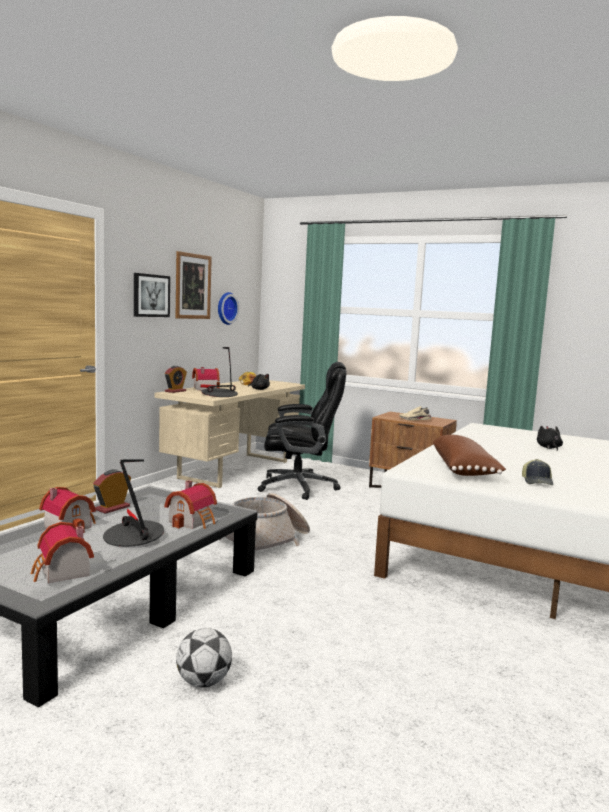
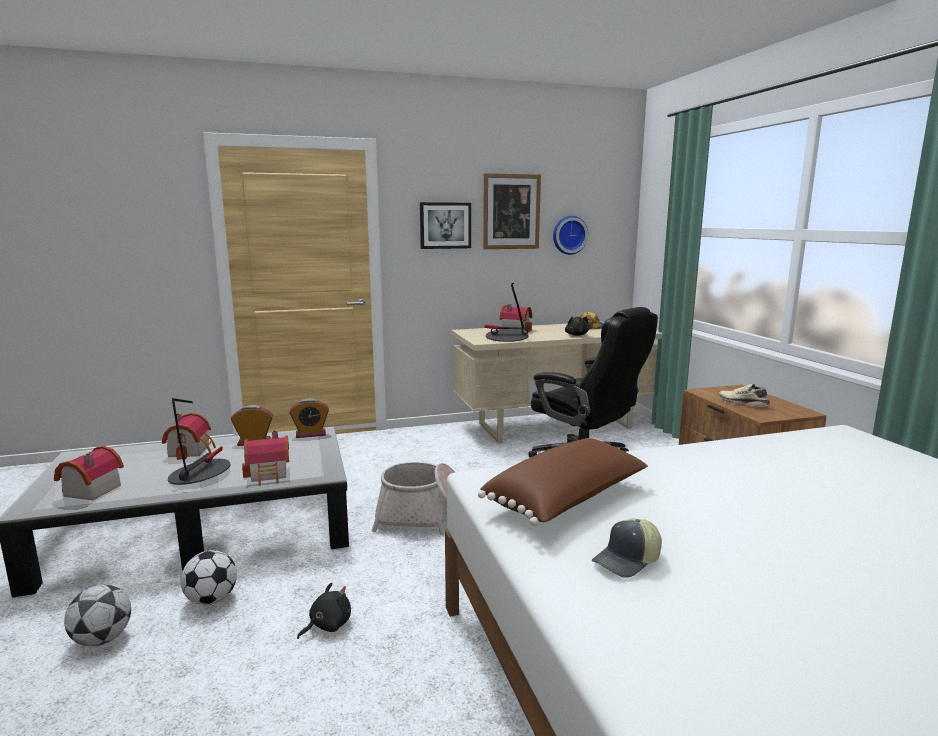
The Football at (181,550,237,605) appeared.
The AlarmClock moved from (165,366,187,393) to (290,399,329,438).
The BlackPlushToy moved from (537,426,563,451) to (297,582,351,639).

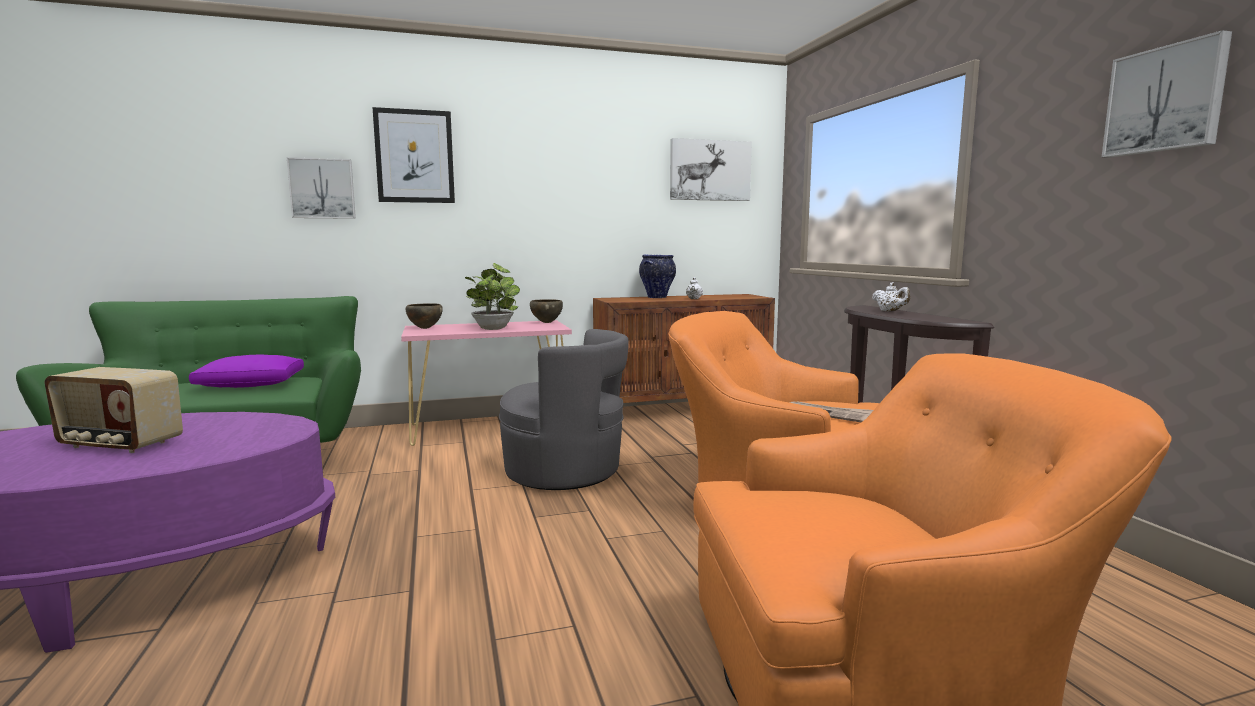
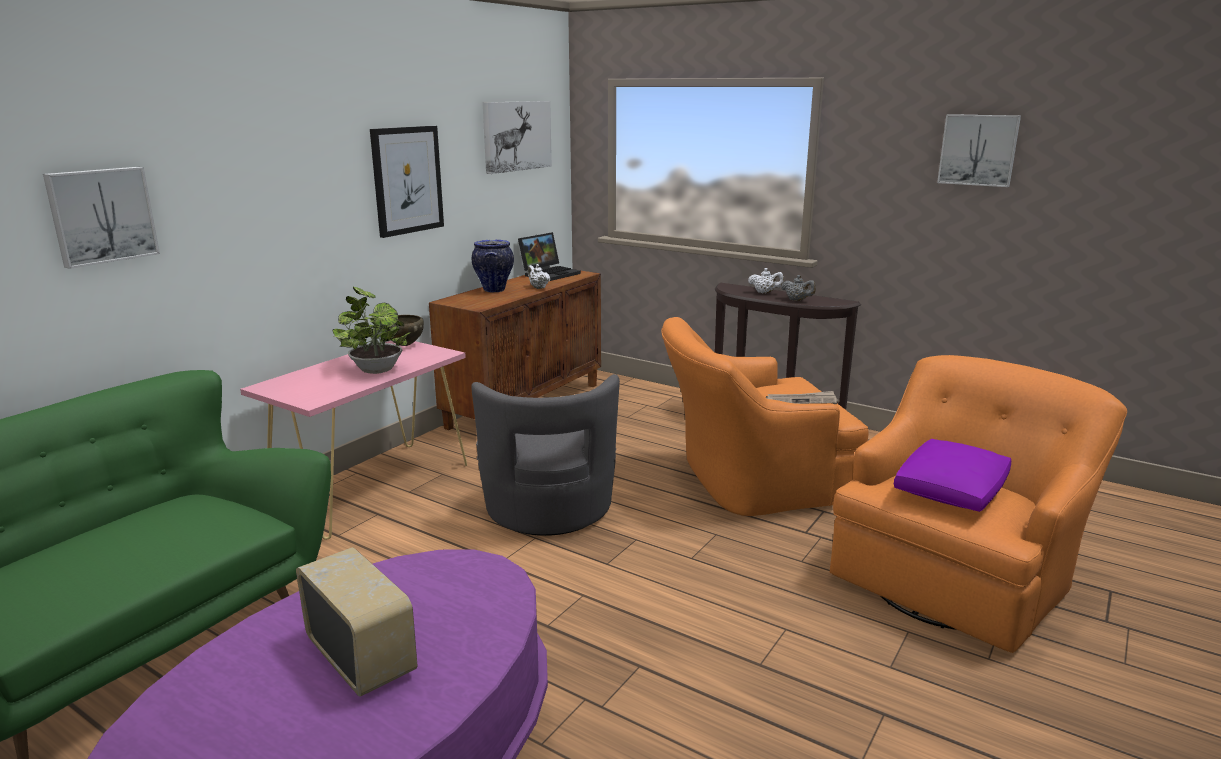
The Radio at (44,367,183,453) turned 105 degrees counterclockwise.
The Picture moved from (372,107,455,203) to (370,126,444,238).
The GreyArmchair at (499,329,629,490) turned 105 degrees clockwise.
The Laptop at (518,232,581,281) appeared.
The GreyTeapot at (781,275,816,301) appeared.
The PurplePillow moved from (189,355,304,388) to (894,439,1011,512).
The BrownBowl at (406,303,443,329) disappeared.

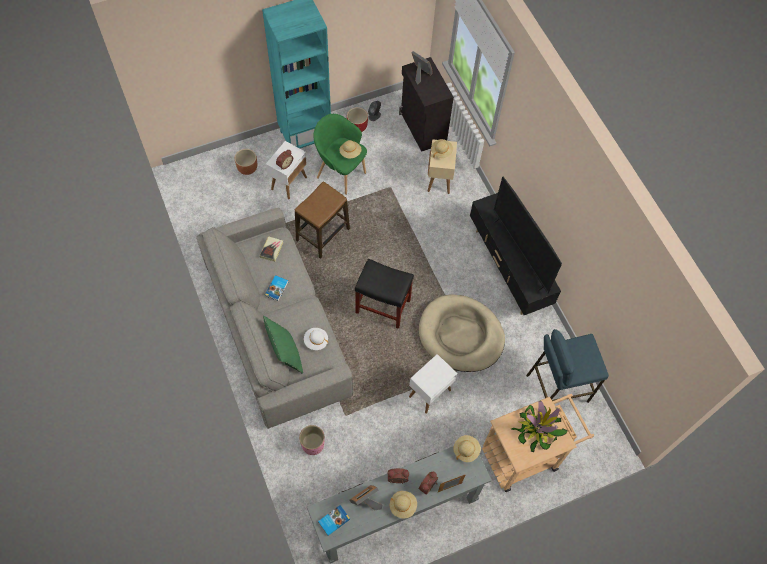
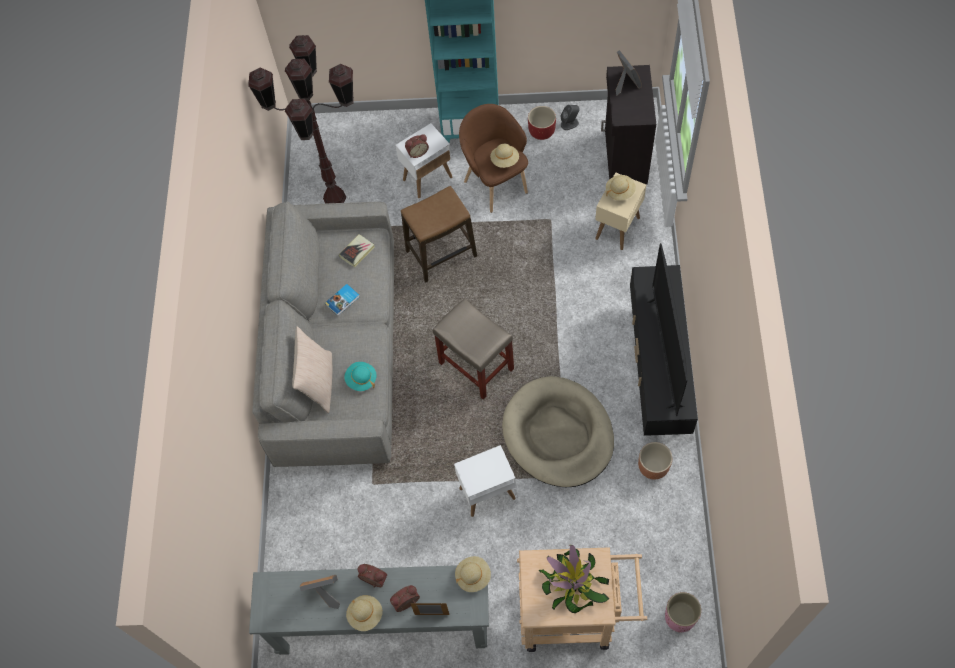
The BrownFloorLamp at (248,35,354,204) appeared.
The GreenPillow at (263,316,303,374) became the BeigePillow at (292,326,332,413).
The WhiteHat at (304,328,328,350) became the TurquoiseHat at (344,362,377,391).
The BlackStool at (355,259,414,329) became the BeigeStool at (433,298,514,400).
The GreenArmchair at (313,114,367,195) became the BrownArmchair at (459,104,528,213).
The BrownPlanter moved from (235,149,257,175) to (638,442,672,480).
The PinkPlanter moved from (299,425,325,455) to (665,592,701,632).
The Book at (318,505,350,536) disappeared.
The BlueStool at (526,329,609,403) disappeared.

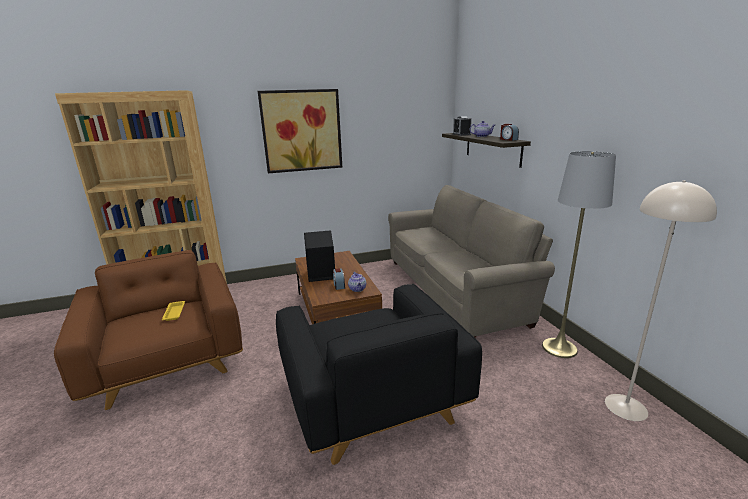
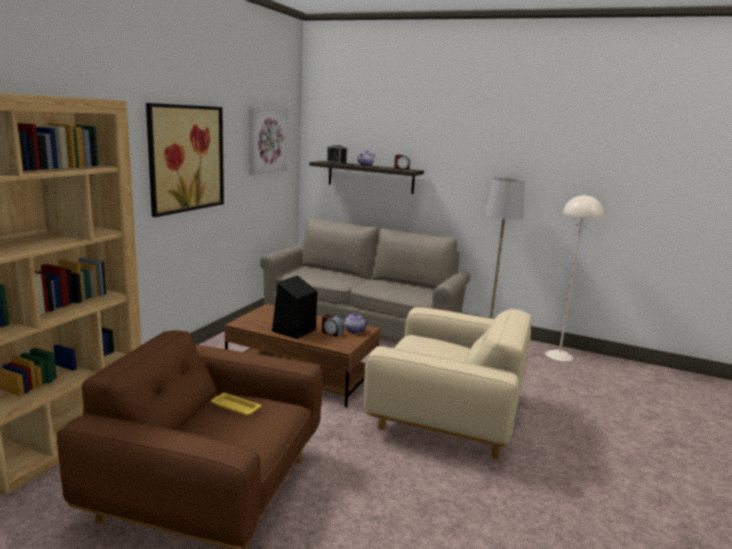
The Picture at (249,106,288,175) appeared.
The BlackArmchair at (276,284,482,465) became the BeigeArmchair at (363,307,531,459).

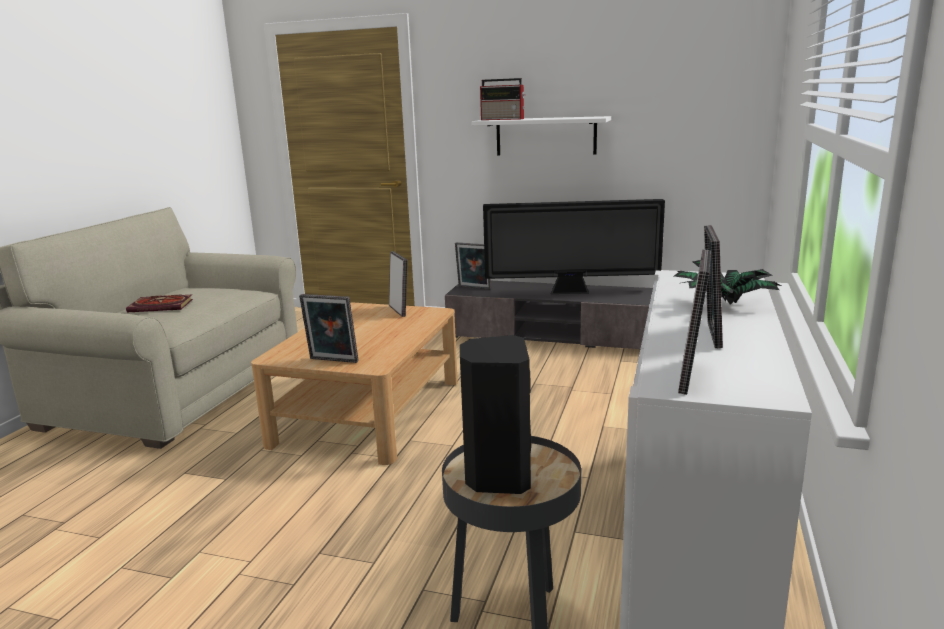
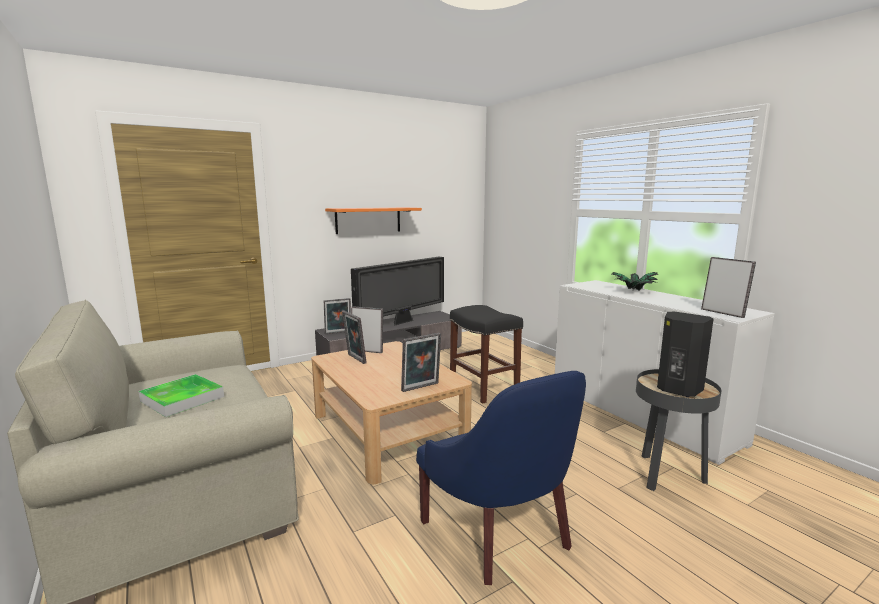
The Book at (126,295,193,312) was replaced by the Tray at (139,374,224,417).
The WhiteShelf at (471,116,611,155) became the OrangeShelf at (325,207,422,234).
The PictureFrame moved from (704,225,723,348) to (342,311,367,364).
The BlueArmchair at (416,371,586,585) appeared.
The BlackStool at (450,305,523,404) appeared.
The Radio at (480,78,524,120) disappeared.

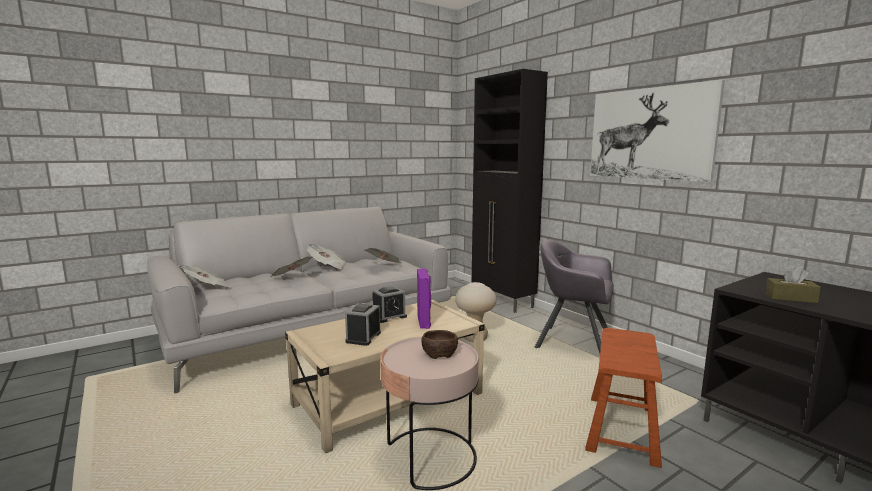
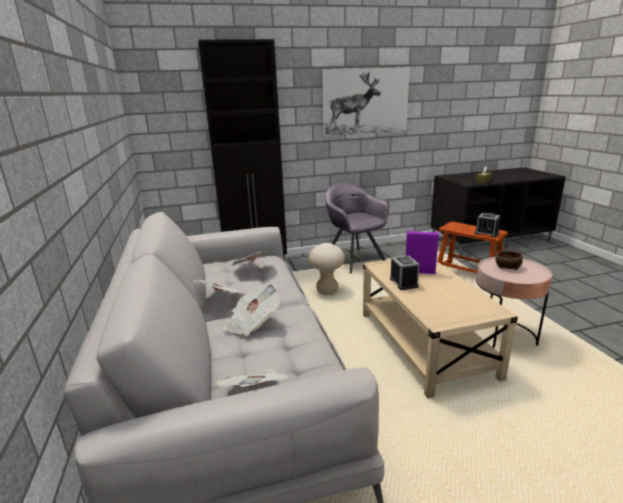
The GreyArmchair at (534,239,614,353) turned 105 degrees clockwise.
The AlarmClock moved from (345,303,381,346) to (474,213,501,238).

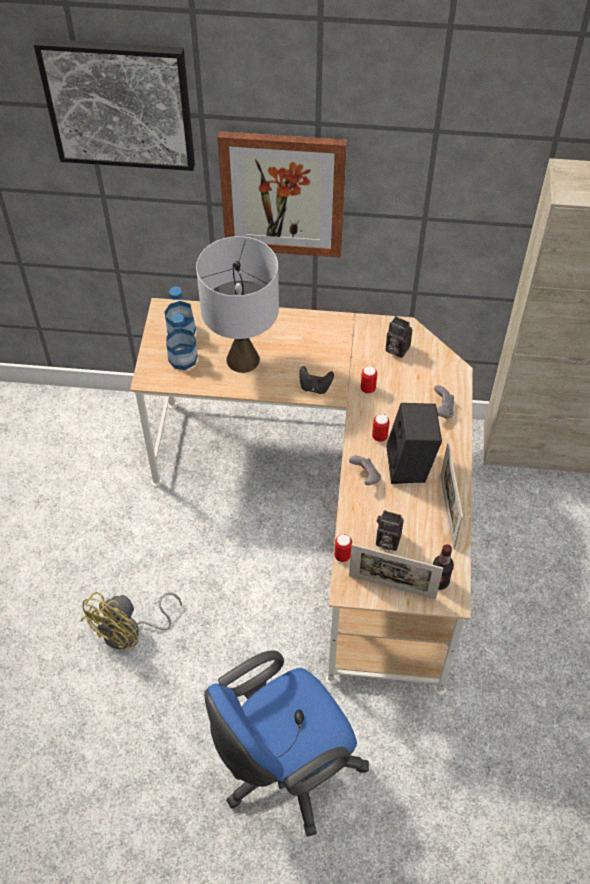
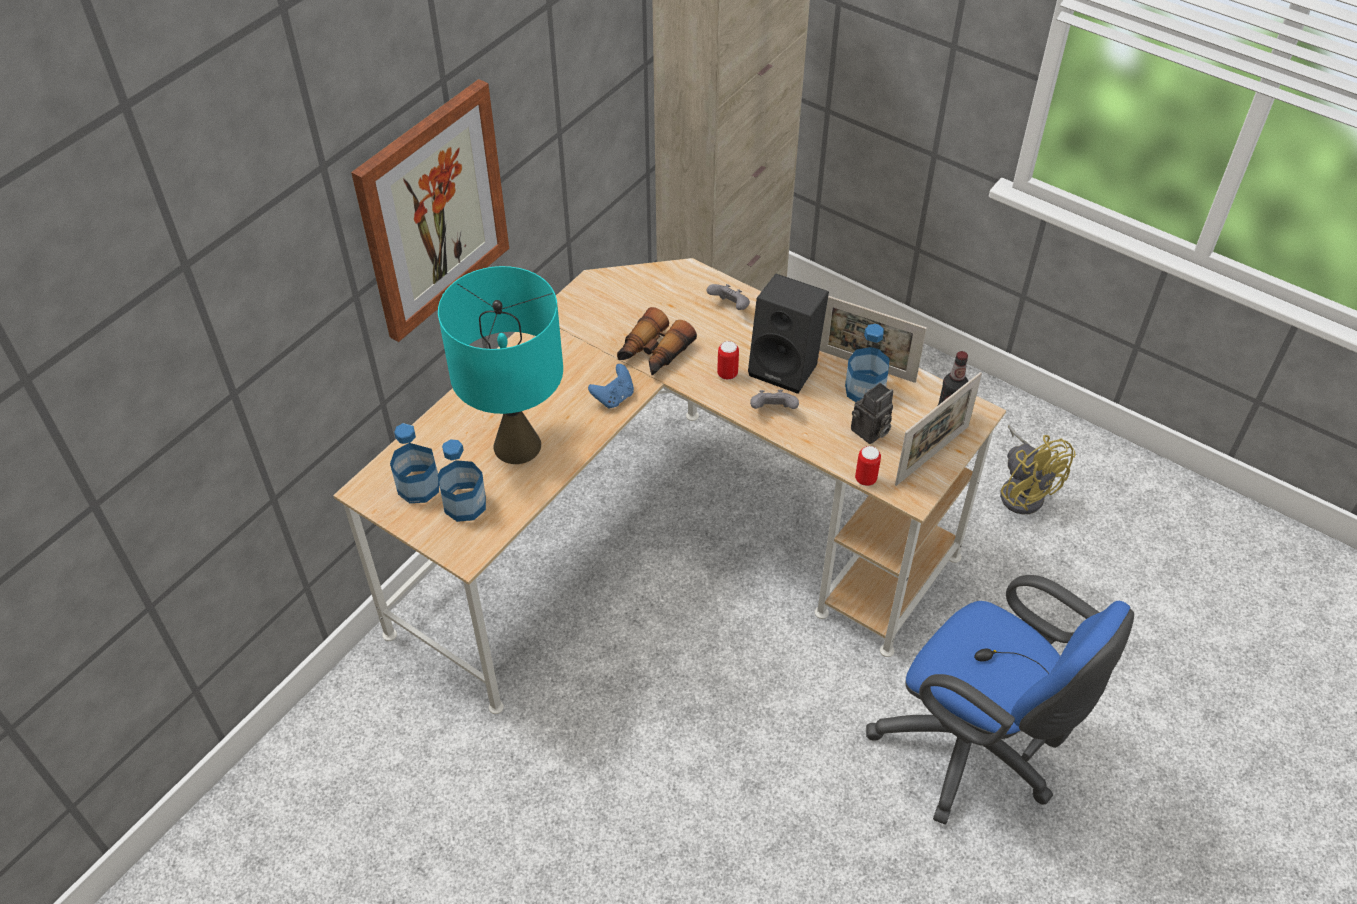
The GreyTableLamp at (196,236,279,373) became the TurquoiseTableLamp at (438,266,563,464).
The BlackGameController at (299,366,334,394) became the BlueGameController at (588,364,634,409).
The Can at (361,366,377,394) was replaced by the Binoculars at (617,307,697,375).
The Bottle at (845,324,889,402) appeared.
The BlueOfficeChair at (204,650,369,837) turned 45 degrees counterclockwise.
The YellowFan moved from (81,592,182,649) to (1000,425,1076,515).
The Picture at (34,38,195,171) disappeared.
The PhotoCamera at (386,316,412,358) disappeared.

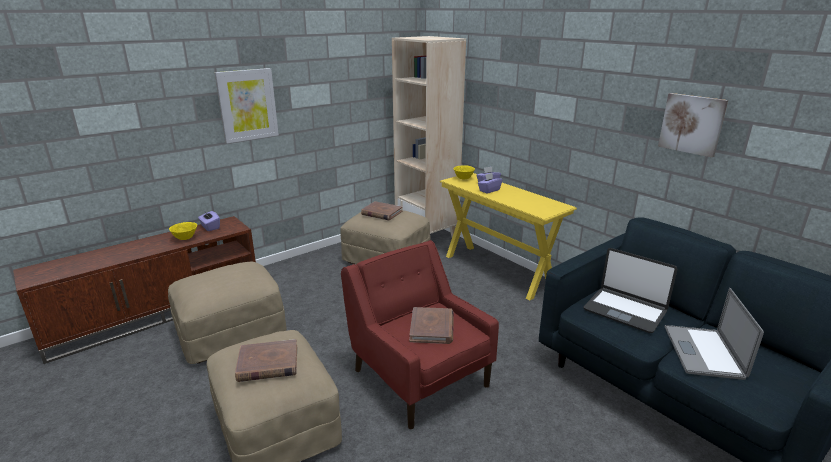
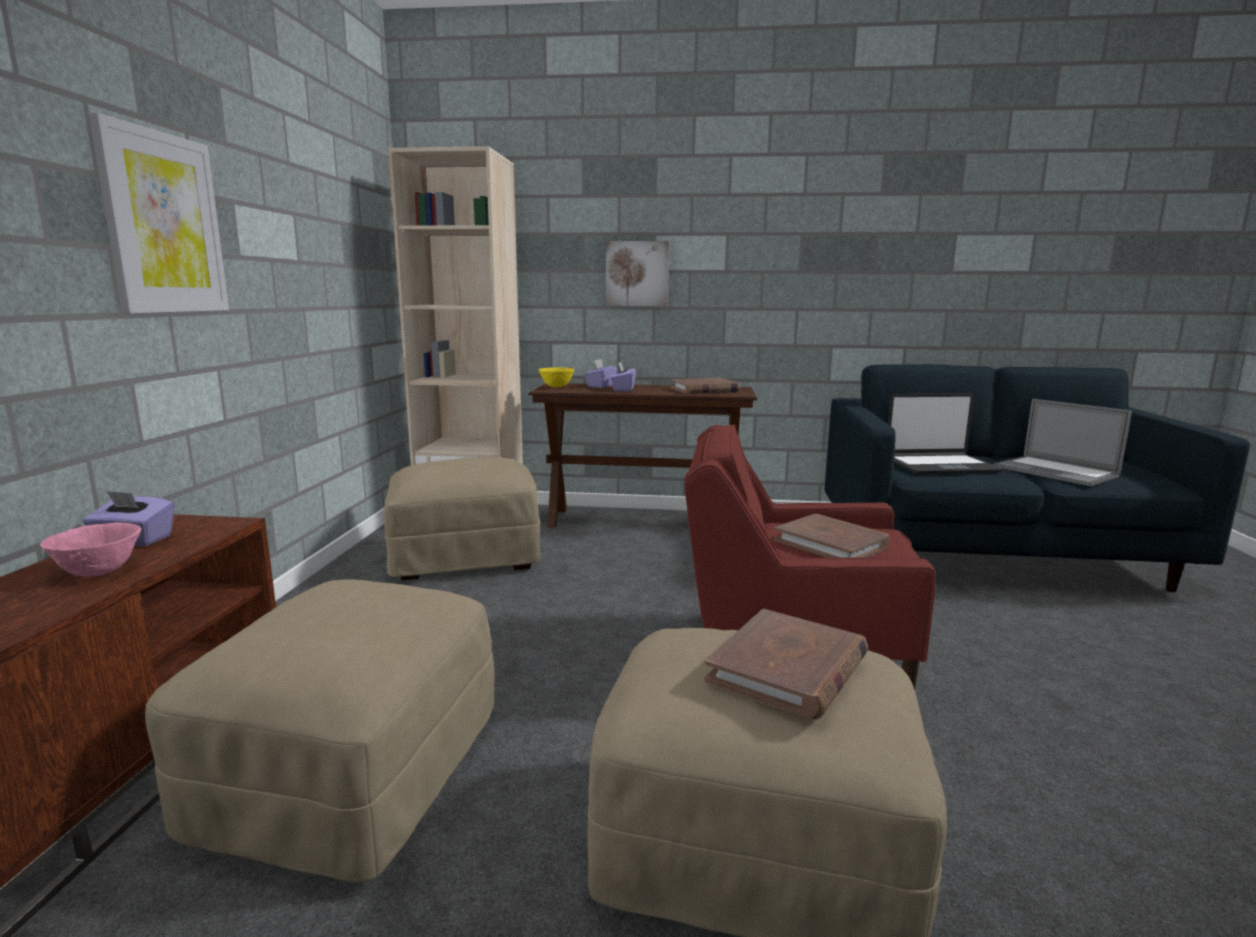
The YellowBowl at (169,222,197,240) became the PinkBowl at (40,522,141,577).
The YellowConsoleTable at (440,173,577,301) became the BrownConsoleTable at (528,383,757,528).
The Picture moved from (658,93,728,158) to (606,241,669,306).
The BrownBook moved from (361,201,403,220) to (671,378,740,394).

